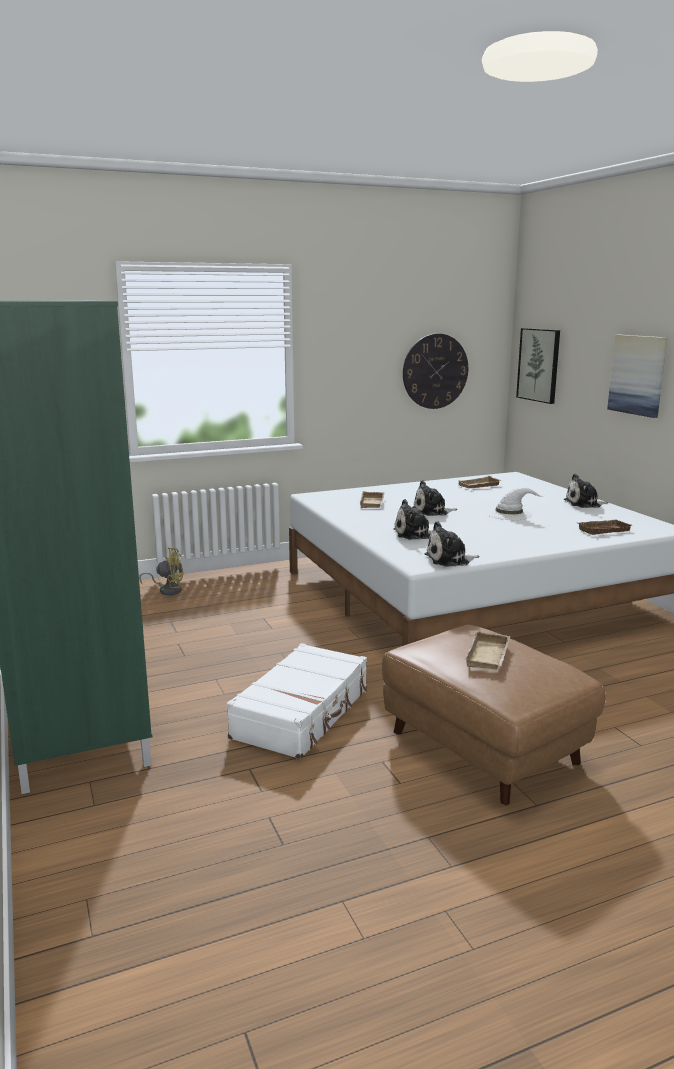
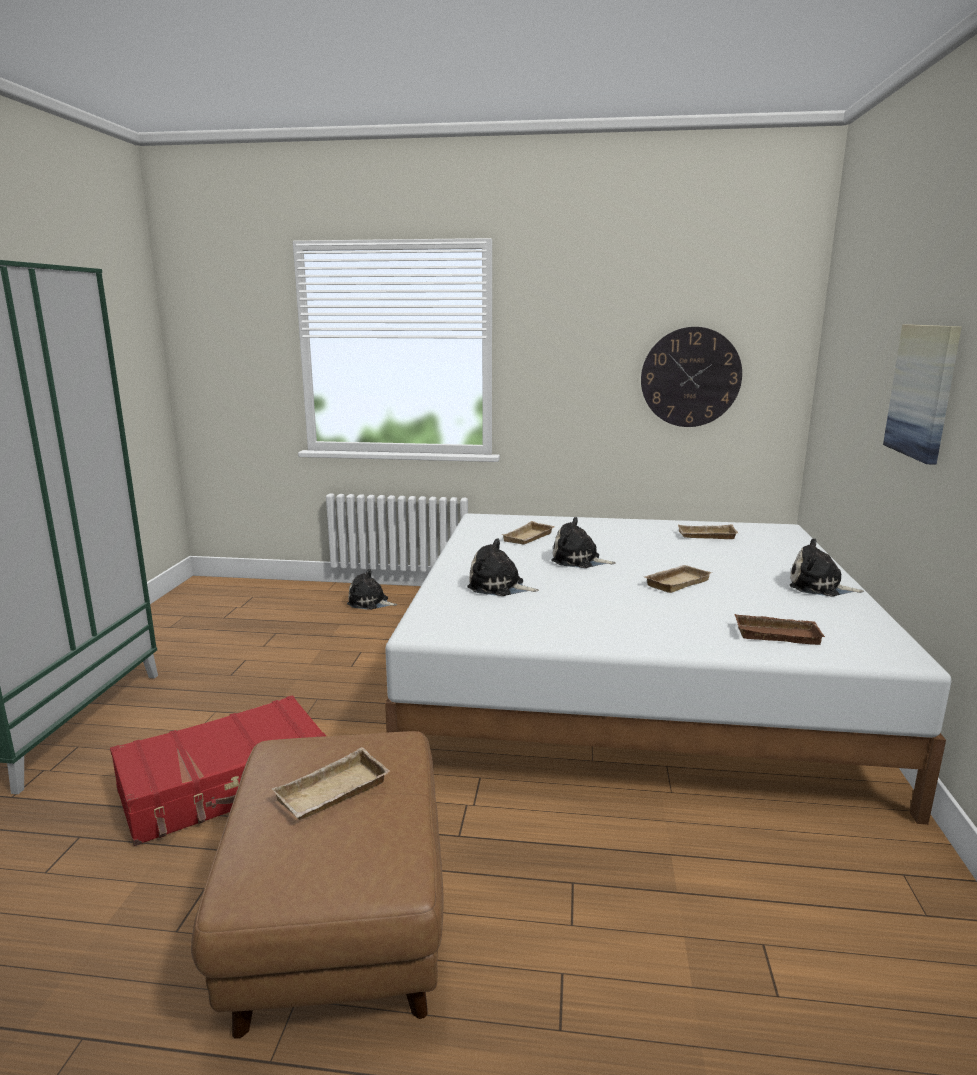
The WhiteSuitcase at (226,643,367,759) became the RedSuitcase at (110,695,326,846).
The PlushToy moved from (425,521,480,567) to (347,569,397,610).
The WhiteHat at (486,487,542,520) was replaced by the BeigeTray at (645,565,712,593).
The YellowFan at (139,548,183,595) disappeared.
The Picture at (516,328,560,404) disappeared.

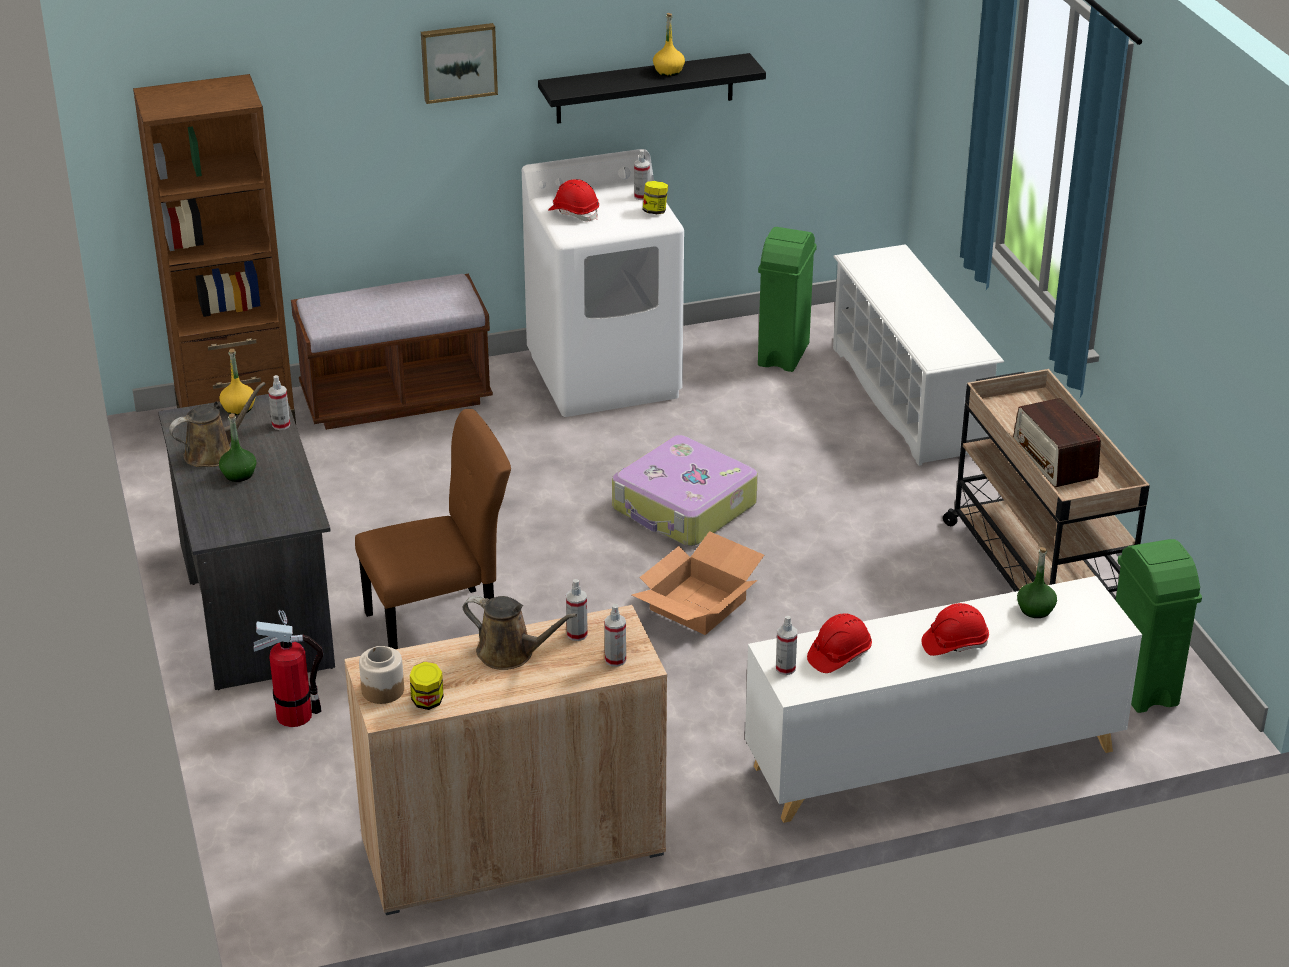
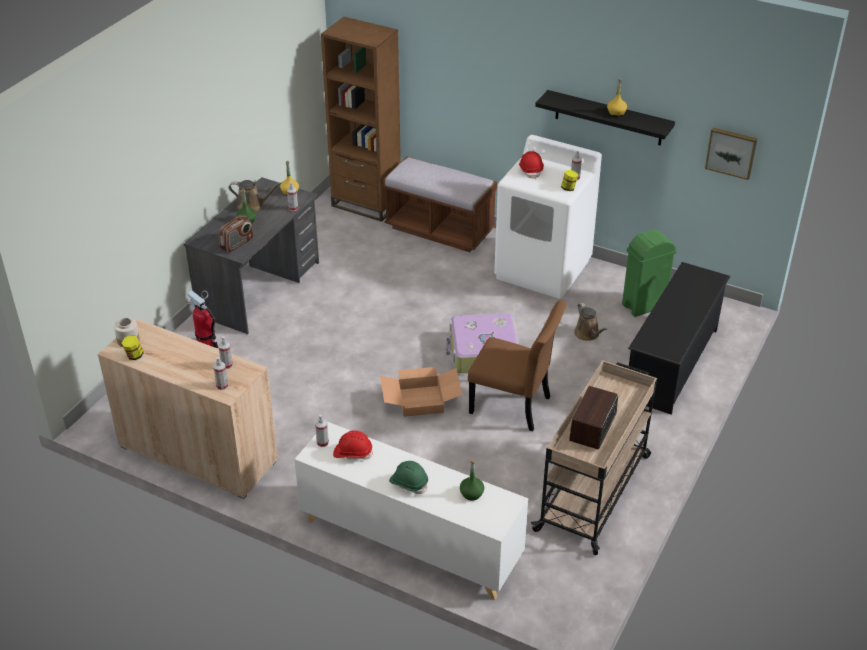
The Radio at (219,215,254,253) appeared.
The RedHardHat at (921,603,989,656) became the GreenHardHat at (389,461,428,494).
The BrownChair moved from (355,409,511,649) to (468,300,566,431).
The BrownWateringCan moved from (463,595,577,670) to (574,303,607,341).
The WhiteShoeRack at (833,244,1004,466) became the BlackShoeRack at (628,262,730,414).
The Picture moved from (421,23,498,104) to (705,128,757,180).
The GreenTrashCan at (1116,539,1202,713) disappeared.

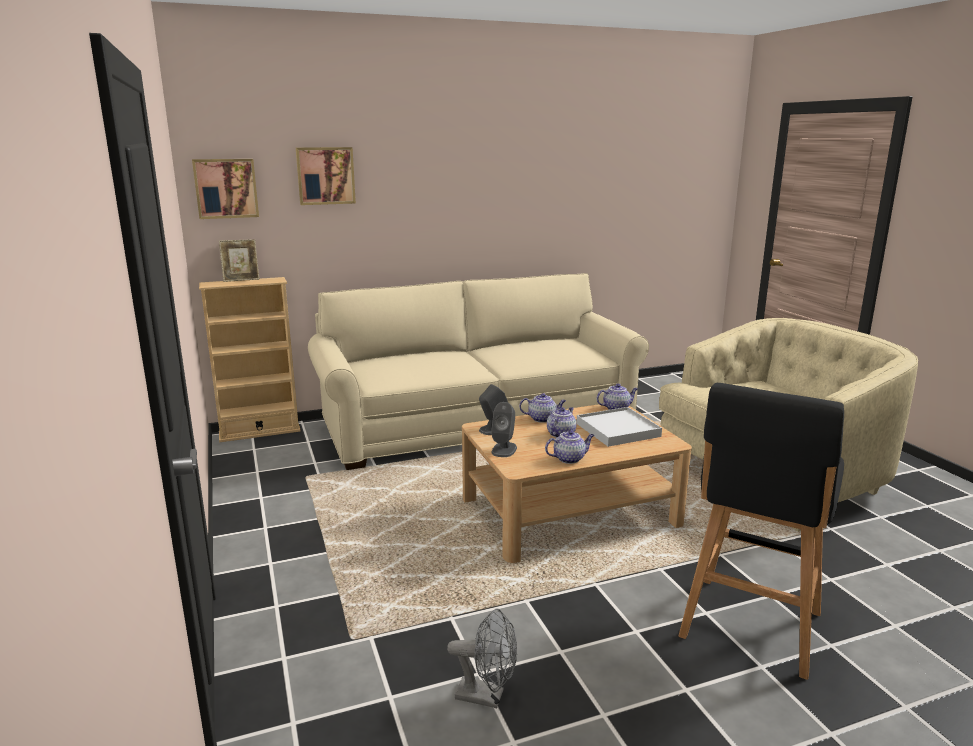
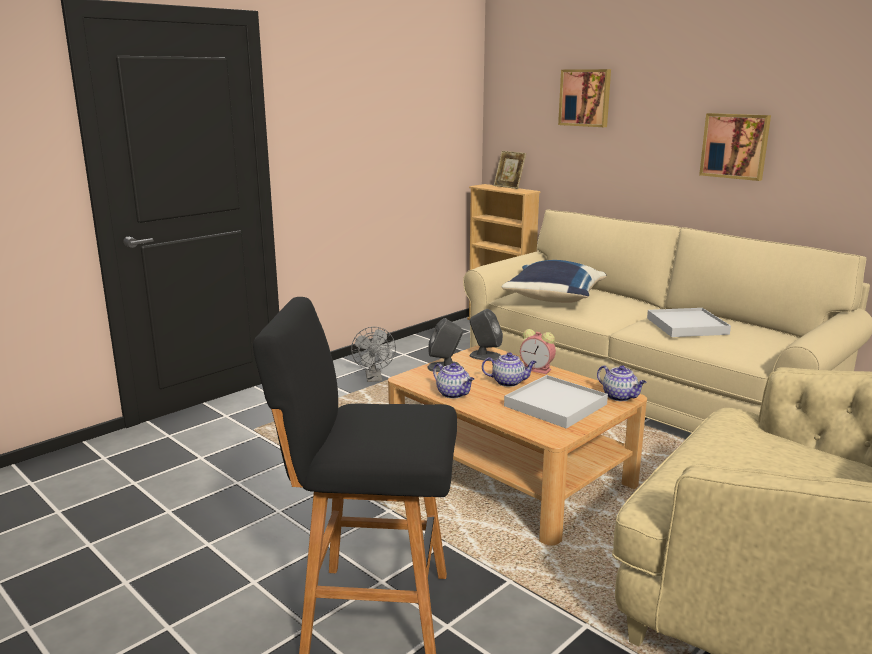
The GreyFan moved from (447,608,517,708) to (351,327,396,382).
The BluePillow at (502,260,607,303) appeared.
The Teapot at (519,393,566,423) was replaced by the AlarmClock at (520,329,556,374).
The WhiteTray at (647,308,731,337) appeared.
The Picture moved from (192,159,259,219) to (699,113,771,181).

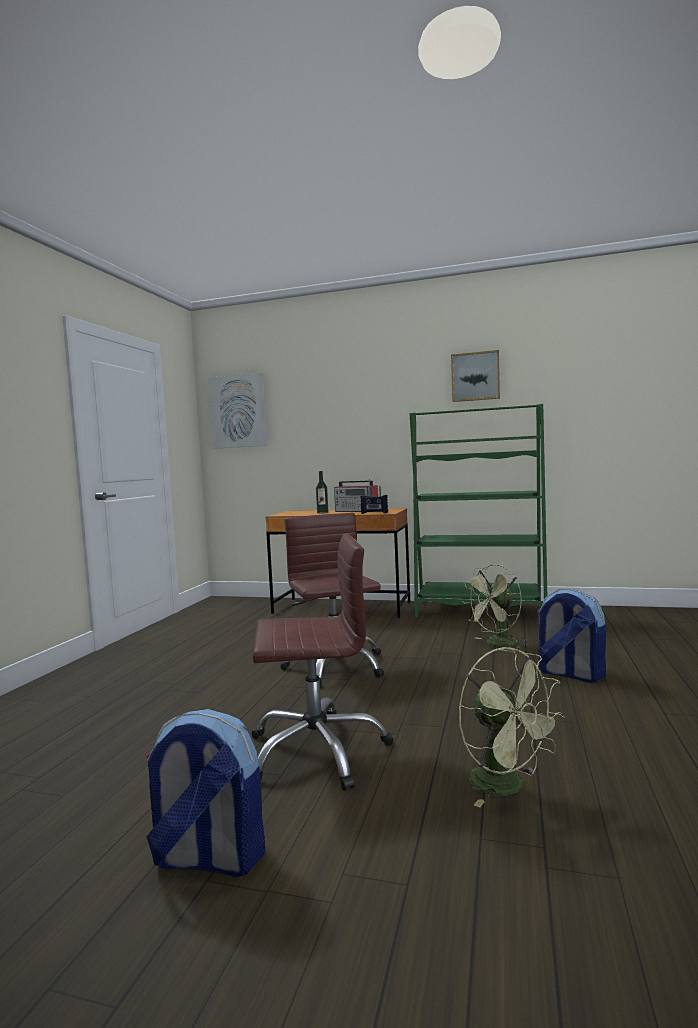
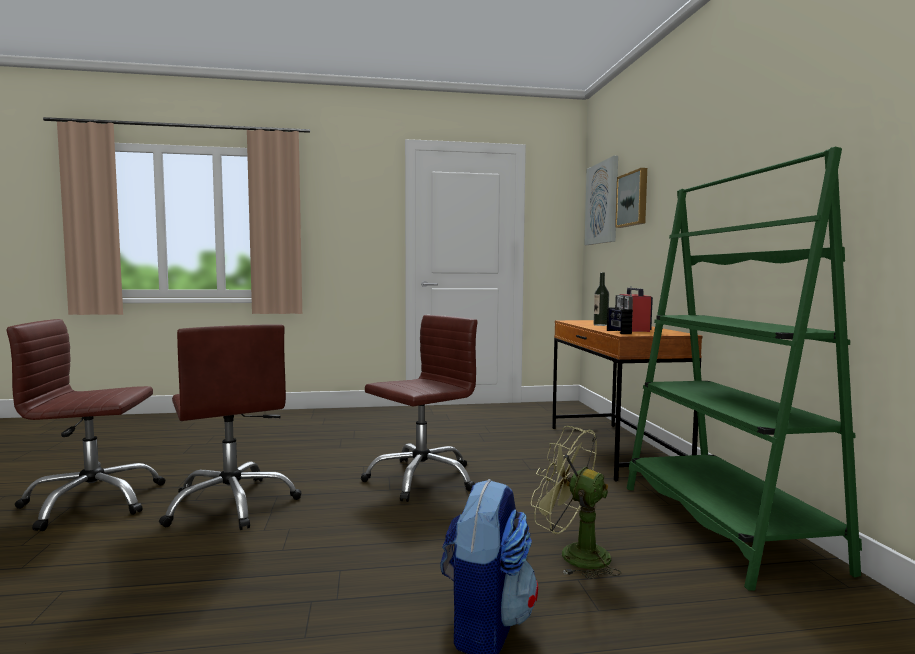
The Backpack at (147,709,266,877) was replaced by the BrownOfficeChair at (6,319,165,531).
The Picture moved from (451,350,500,402) to (615,168,647,228).
The GreenFan at (459,647,565,807) disappeared.

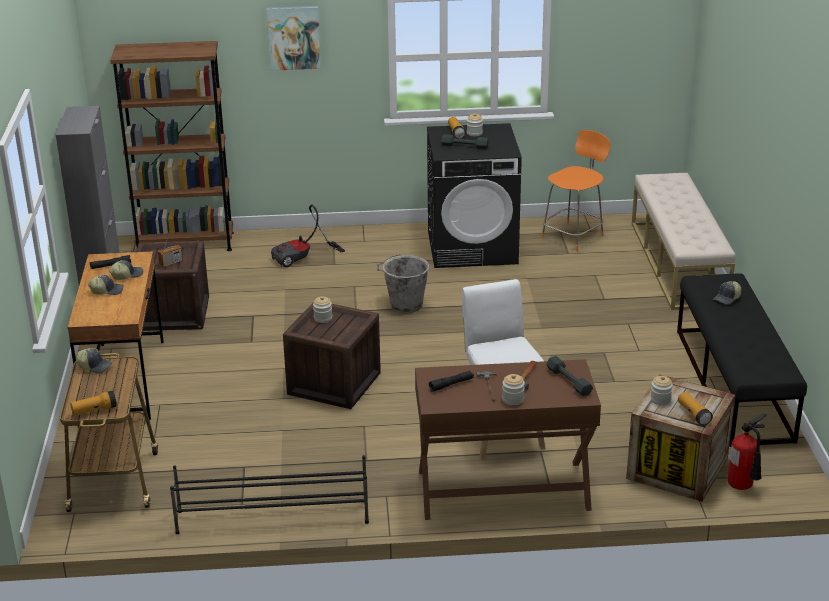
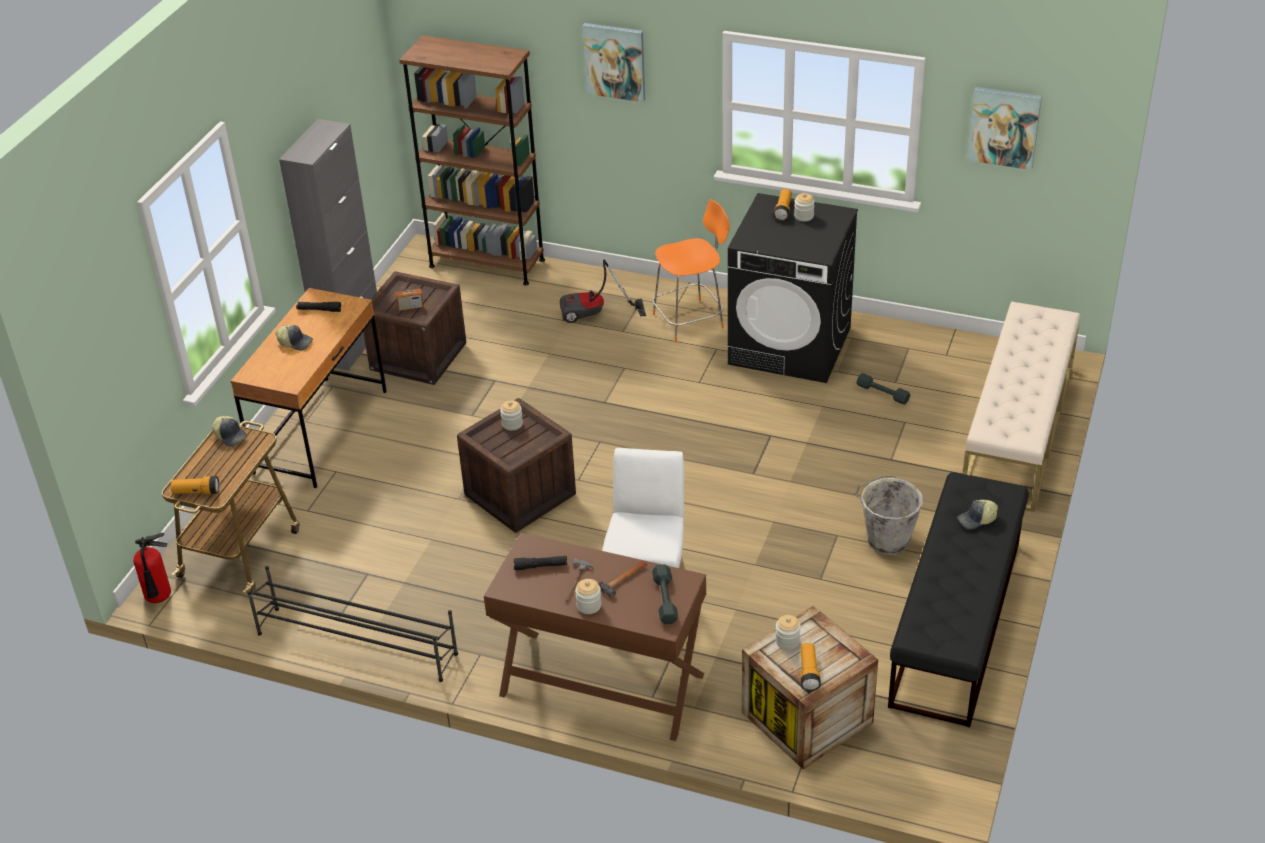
The FireExtinguisher moved from (727,413,766,490) to (134,533,171,603).
The OrangeStool moved from (541,130,610,251) to (652,199,730,343).
The GreyBucket moved from (377,254,429,313) to (854,475,923,555).
The GreyDumbbell moved from (442,134,488,149) to (856,373,910,405).
The Picture at (967,87,1042,170) appeared.
The Cap at (109,260,143,280) disappeared.

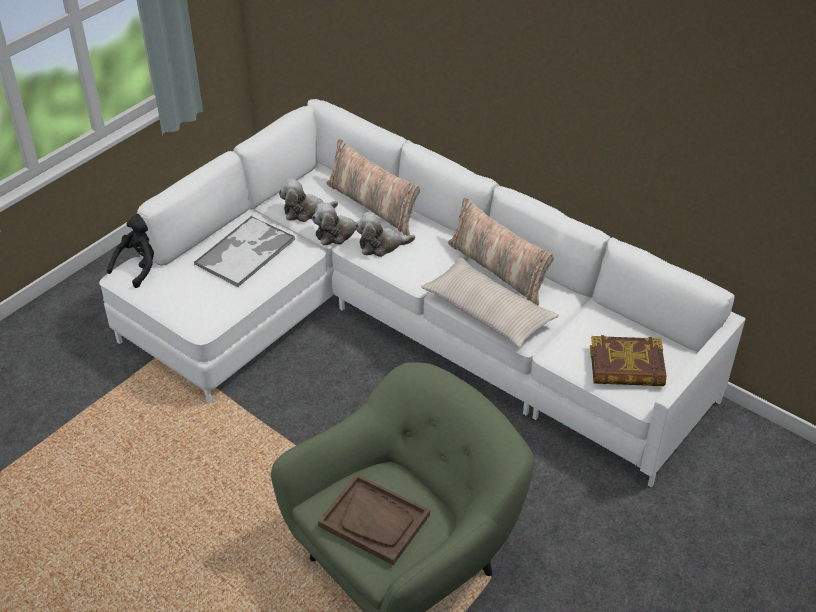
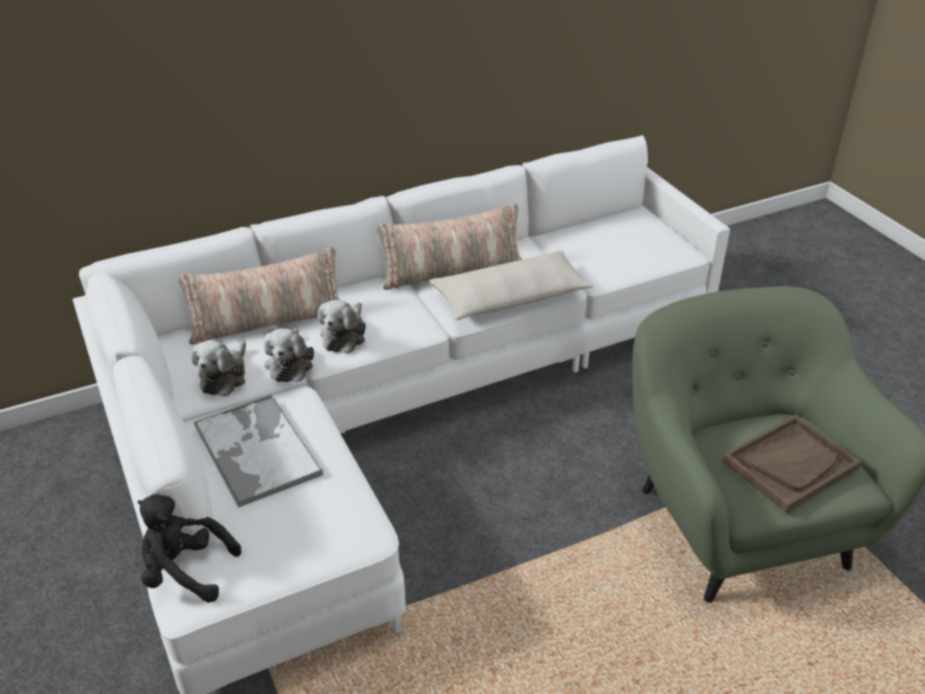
The BlackPlushToy at (107,214,154,288) turned 45 degrees counterclockwise.
The Book at (590,335,666,386) disappeared.

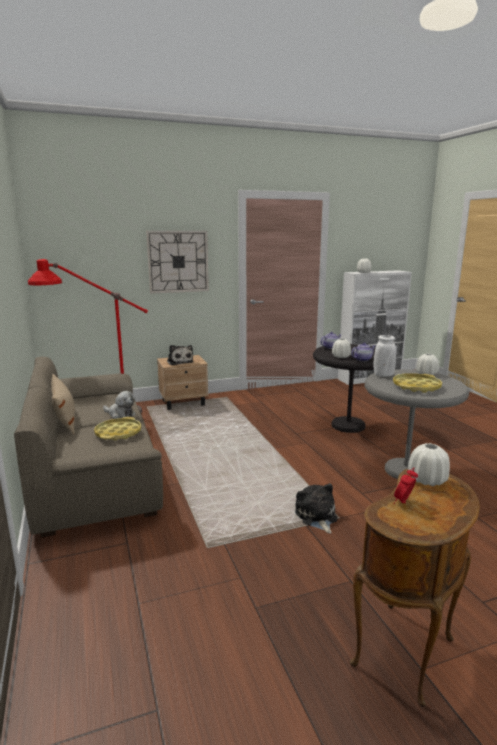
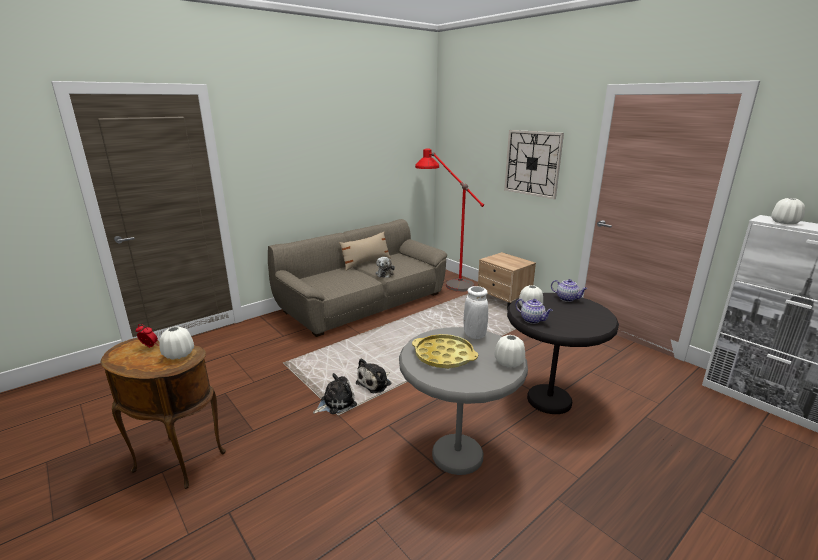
The PlushToy moved from (167,345,193,365) to (356,358,391,393).
The YellowTray at (94,417,141,441) disappeared.

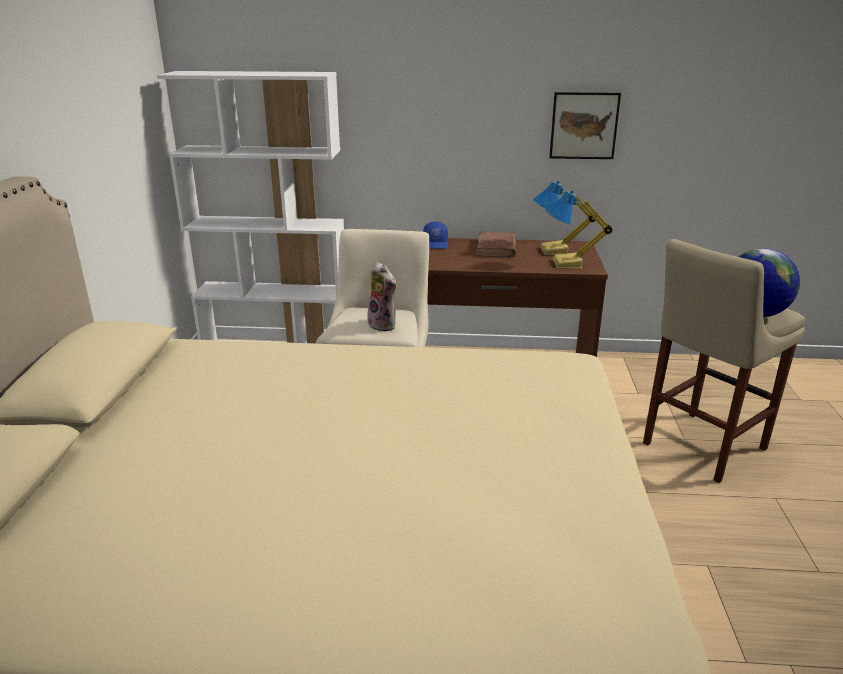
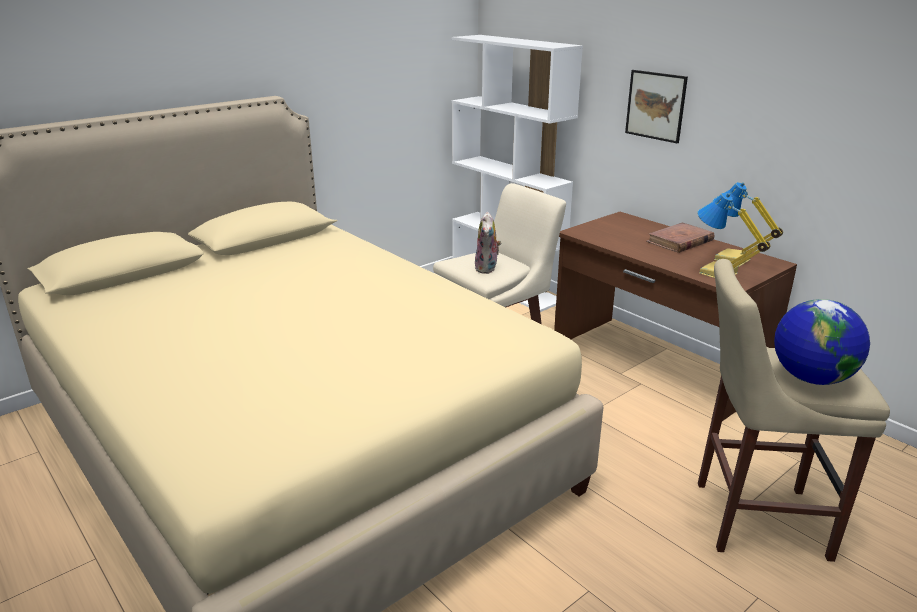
The Picture moved from (549,92,621,159) to (625,70,688,143).
The BlueCap at (423,221,448,249) disappeared.

